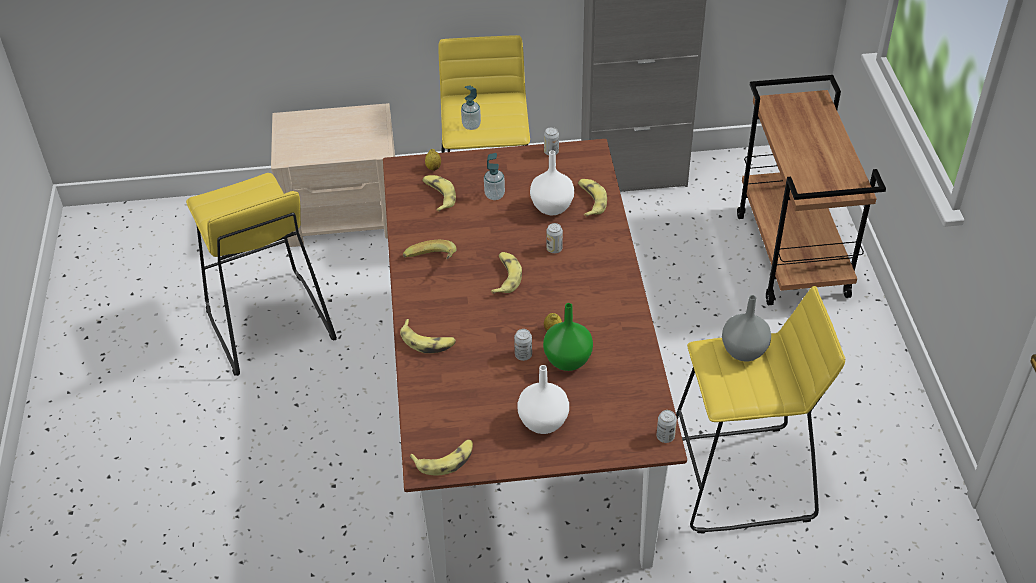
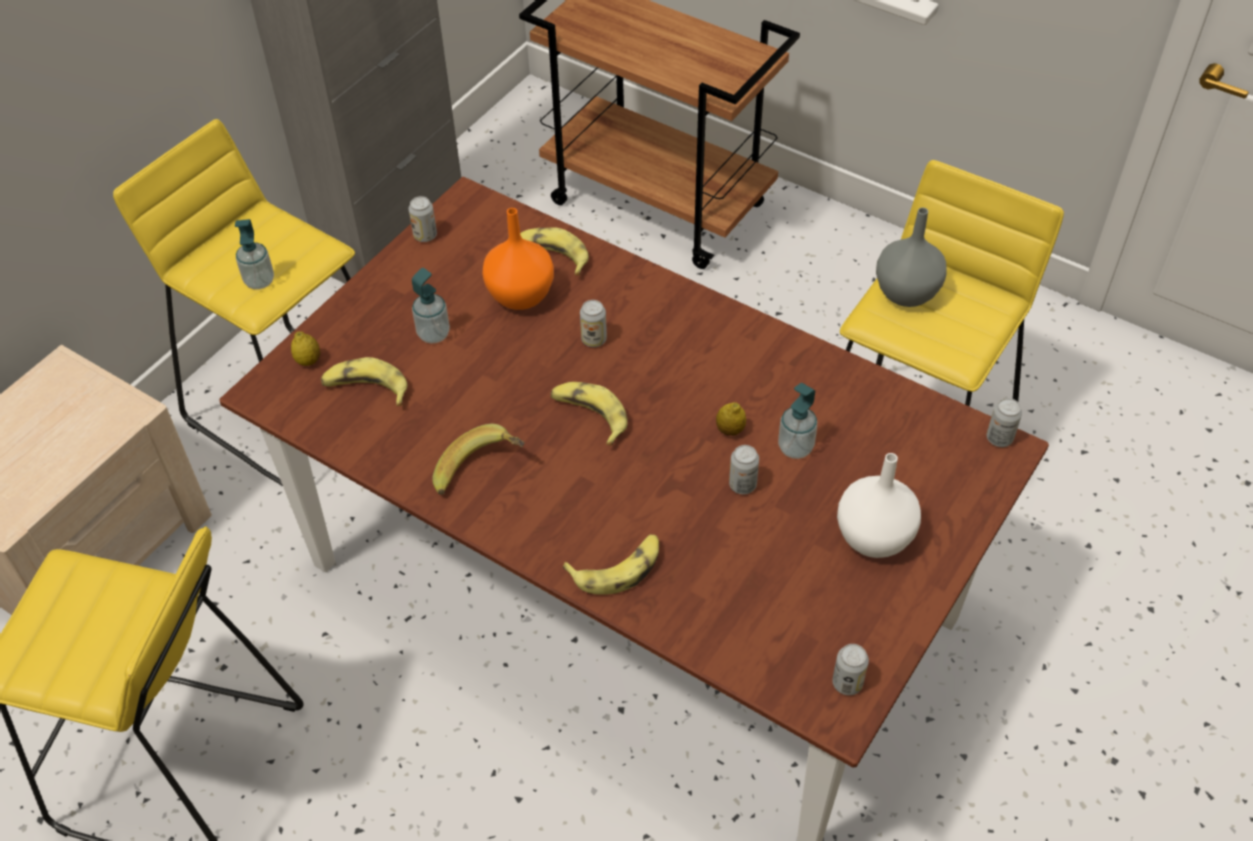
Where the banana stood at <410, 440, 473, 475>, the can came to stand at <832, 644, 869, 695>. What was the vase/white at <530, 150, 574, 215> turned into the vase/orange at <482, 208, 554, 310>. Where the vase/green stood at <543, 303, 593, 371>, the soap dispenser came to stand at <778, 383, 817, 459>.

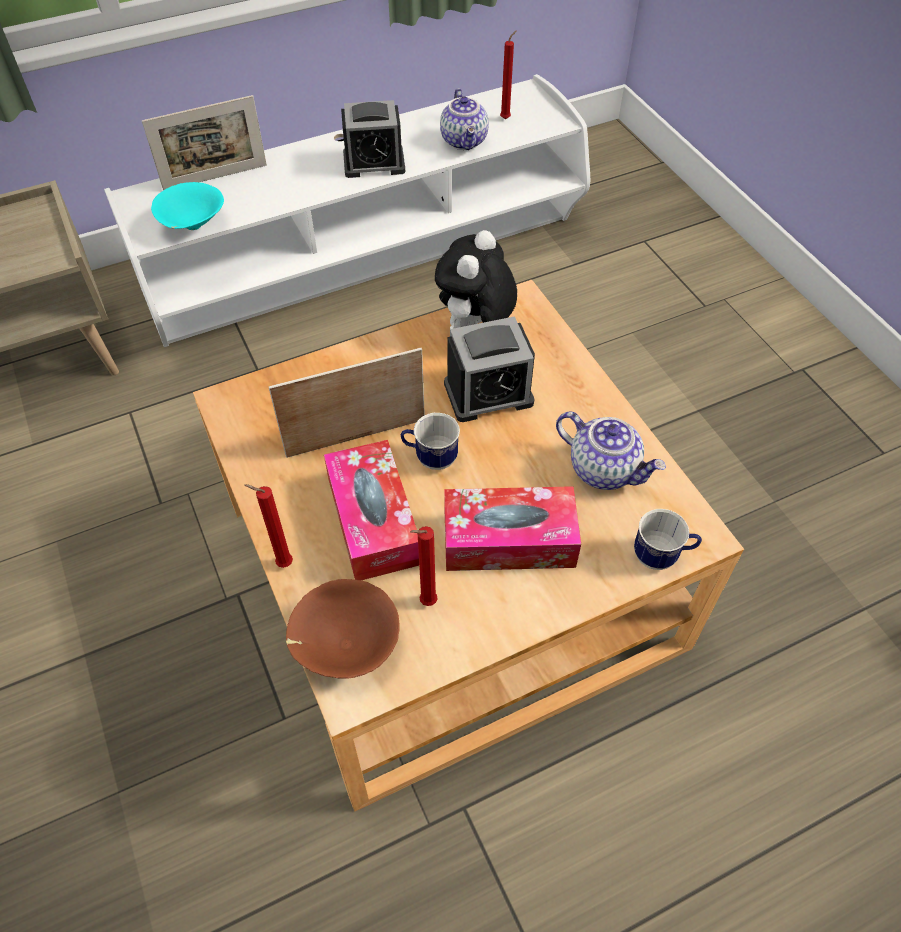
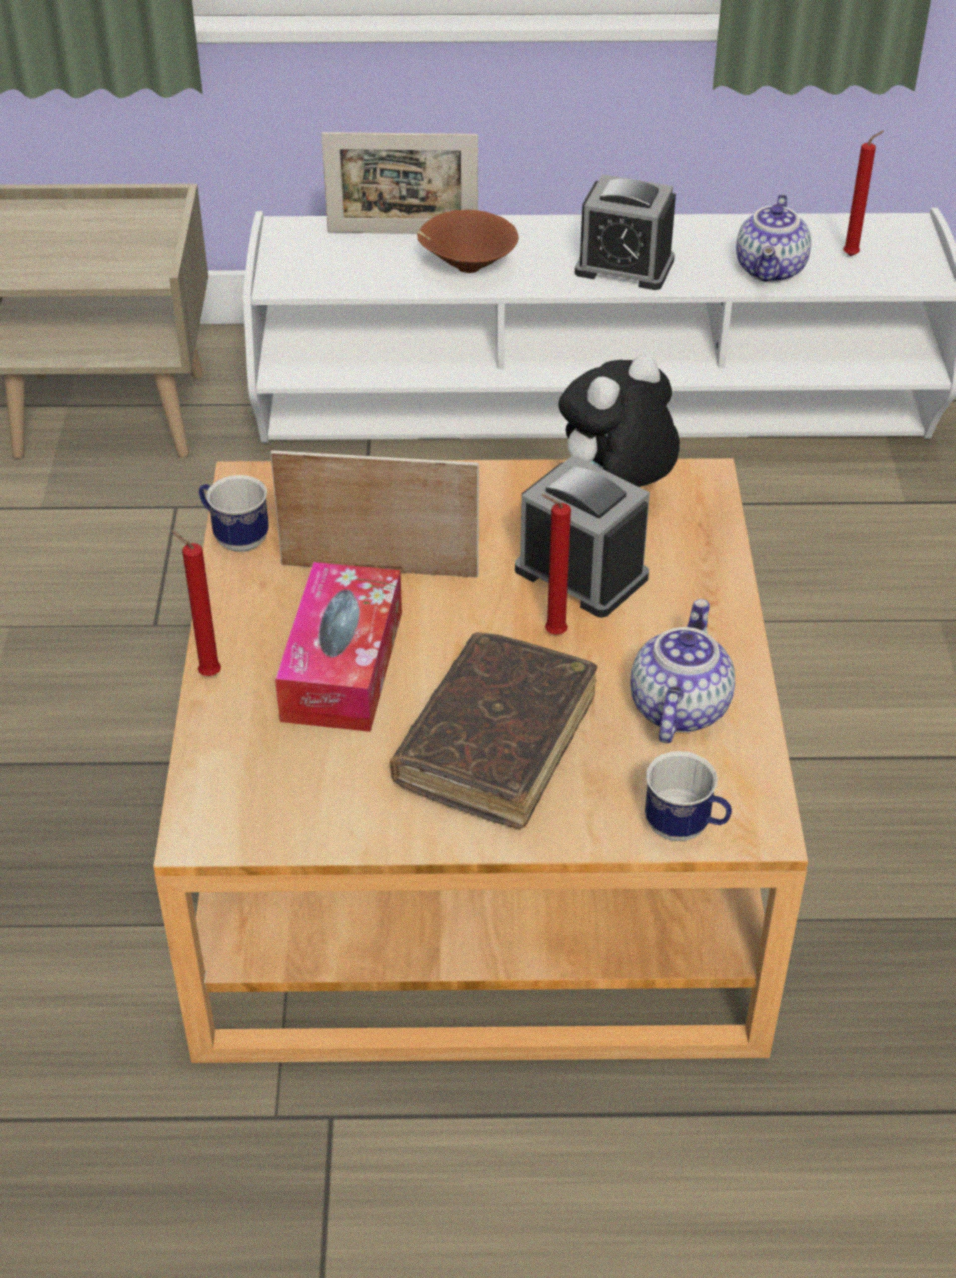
The second view lost the bowl/turquoise at <151, 182, 224, 230>. The bowl/brown ended up elsewhere, having gone from <286, 579, 400, 679> to <417, 210, 518, 273>. The mug ended up elsewhere, having gone from <401, 413, 460, 470> to <199, 475, 269, 552>. The candle/red ended up elsewhere, having gone from <410, 526, 438, 606> to <542, 494, 571, 635>. The alarm clock at <444, 316, 535, 422> ended up facing another way, 150 degrees counterclockwise from before. Where the tissue box stood at <444, 486, 581, 571>, the book/brown came to stand at <390, 632, 598, 829>. The teapot at <556, 412, 666, 490> ended up facing another way, 135 degrees counterclockwise from before.

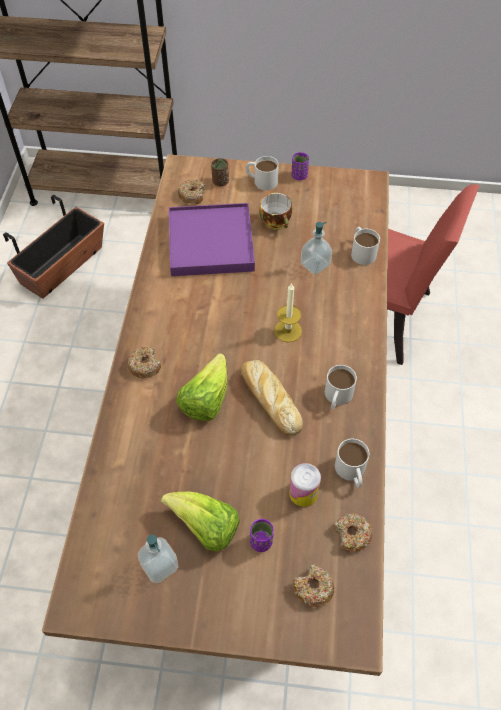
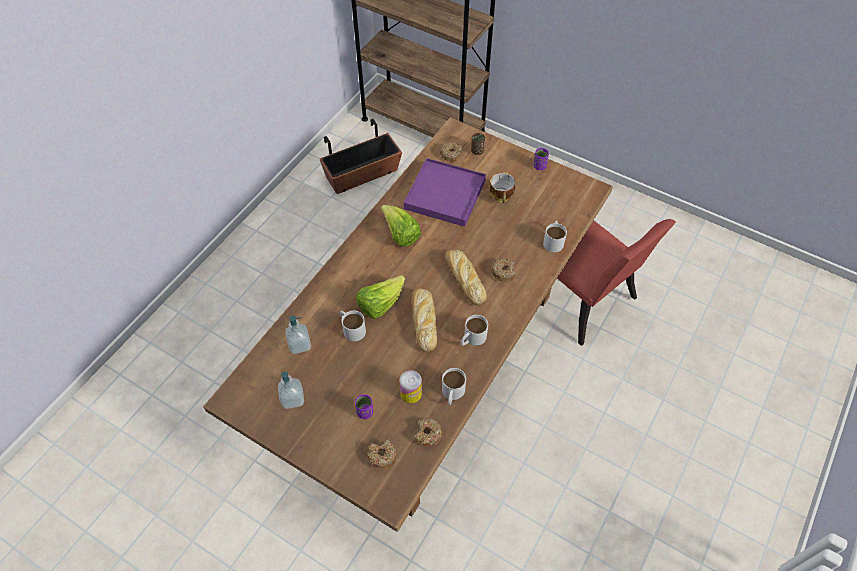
The donut ended up elsewhere, having gone from <127, 346, 161, 379> to <491, 258, 515, 281>. The lettuce ended up elsewhere, having gone from <161, 491, 240, 551> to <381, 205, 421, 247>. The mug/white ended up elsewhere, having gone from <246, 156, 279, 190> to <340, 311, 366, 341>. Where the candle stood at <274, 283, 302, 342>, the bread came to stand at <445, 250, 487, 305>. The soap dispenser ended up elsewhere, having gone from <301, 222, 332, 274> to <285, 316, 311, 354>.

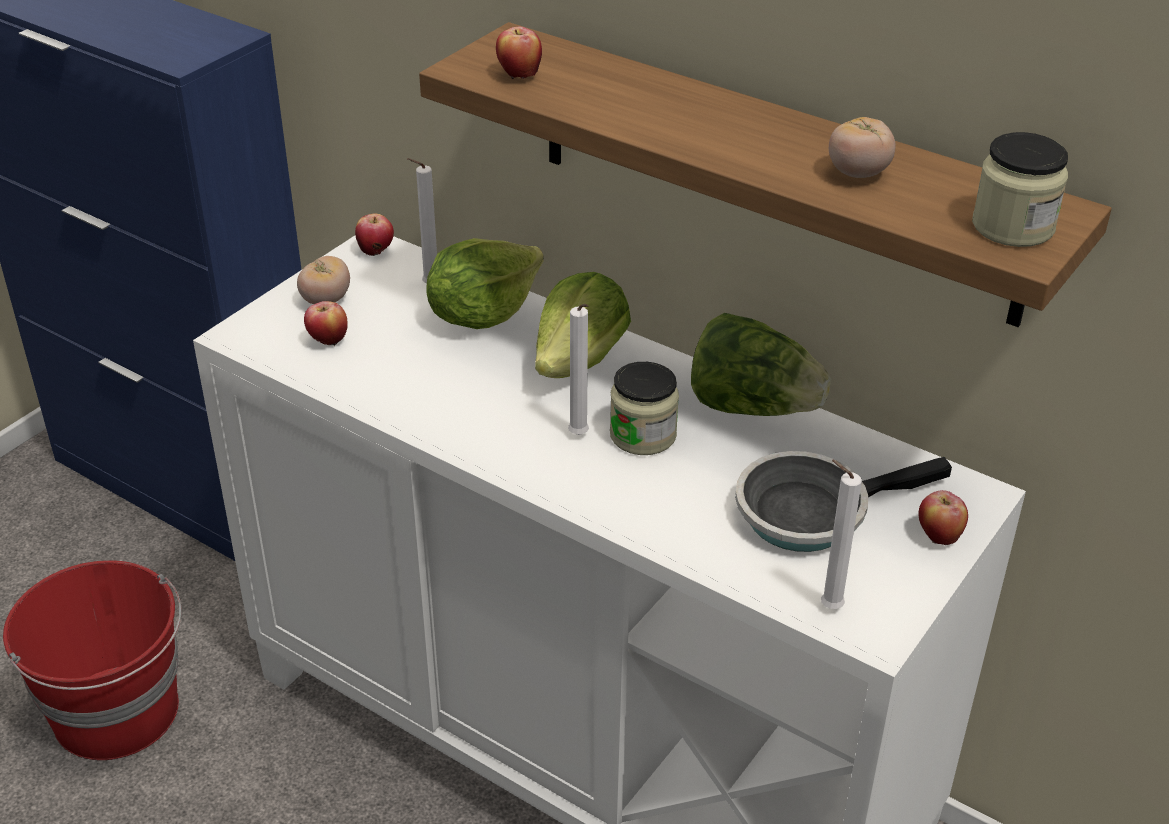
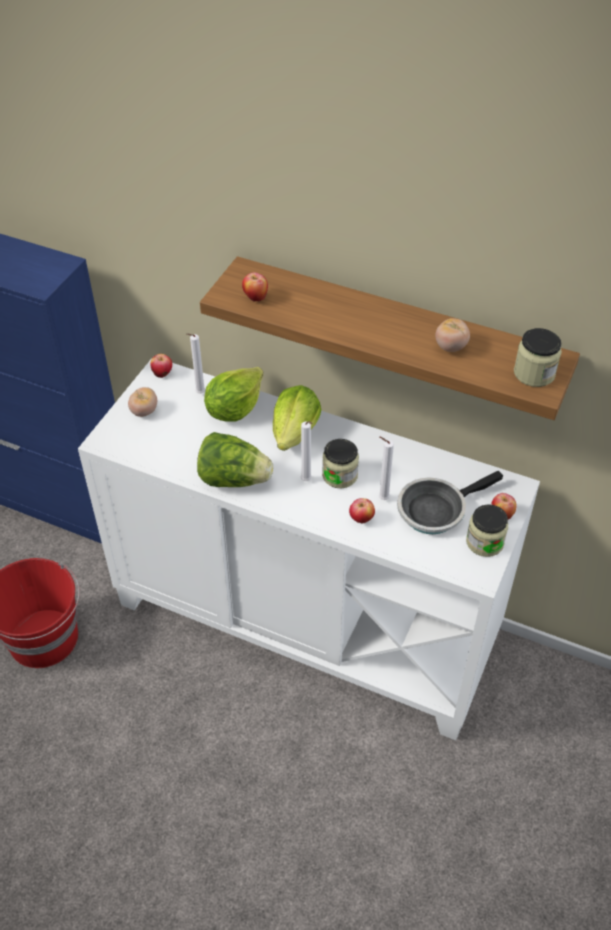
The apple ended up elsewhere, having gone from <304, 301, 348, 345> to <349, 498, 375, 523>. The lettuce ended up elsewhere, having gone from <691, 313, 831, 416> to <197, 432, 273, 487>. The candle/white ended up elsewhere, having gone from <821, 460, 862, 609> to <379, 437, 394, 500>. The second view gained the jar at <466, 504, 508, 557>.

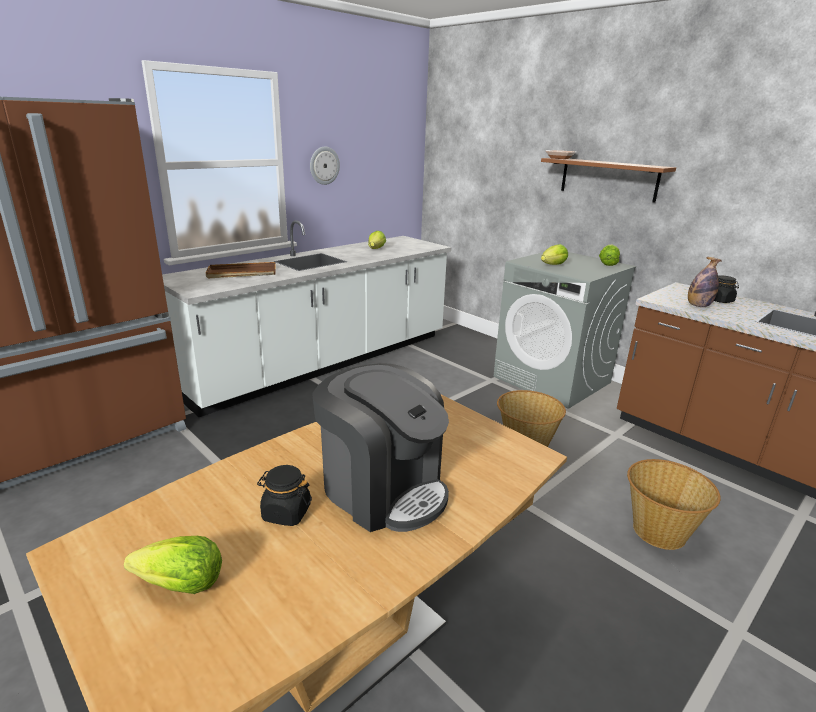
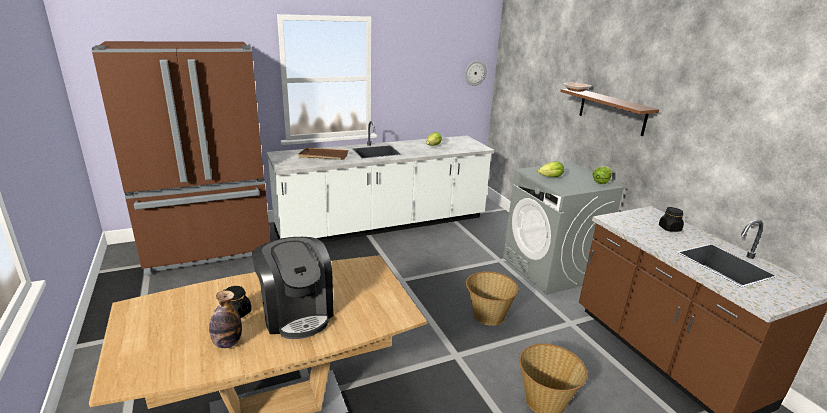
The second view lost the lettuce at <124, 536, 222, 594>. The wall clock ended up elsewhere, having gone from <310, 147, 340, 185> to <464, 60, 487, 86>. The bottle ended up elsewhere, having gone from <688, 257, 722, 307> to <209, 290, 242, 348>.

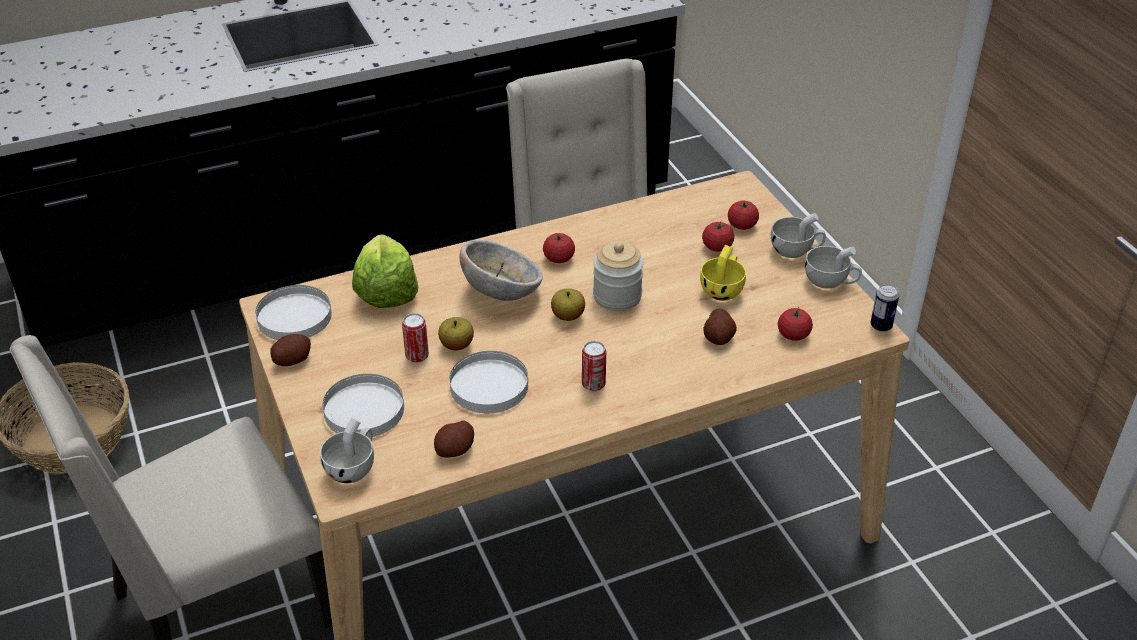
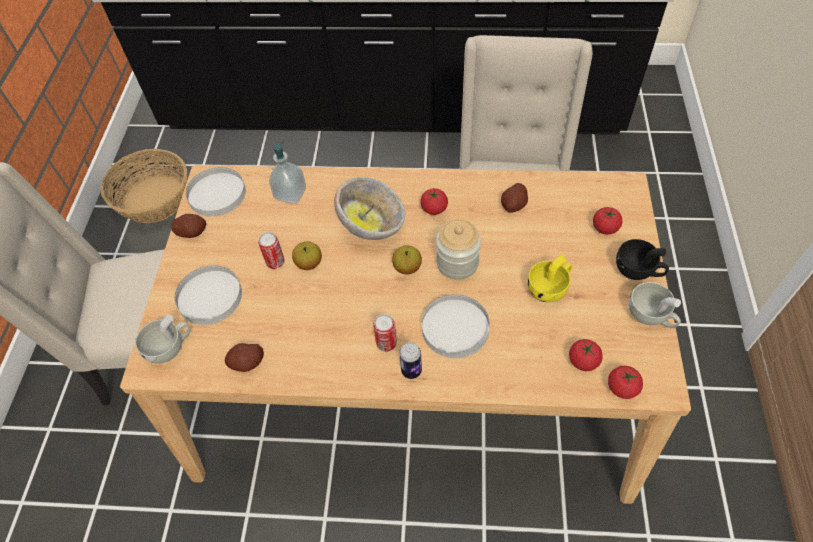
Where the lettuce stood at <352, 235, 418, 308>, the soap dispenser came to stand at <269, 141, 306, 204>. The plate/white ended up elsewhere, having gone from <449, 351, 528, 413> to <422, 294, 490, 358>. The tomato ended up elsewhere, having gone from <702, 221, 734, 252> to <608, 366, 643, 399>. The potato ended up elsewhere, having gone from <704, 308, 737, 345> to <501, 183, 528, 213>. What was the cup/white at <771, 213, 826, 258> turned into the cup/black at <616, 239, 669, 280>. The can ended up elsewhere, having gone from <870, 284, 899, 332> to <399, 342, 422, 379>.

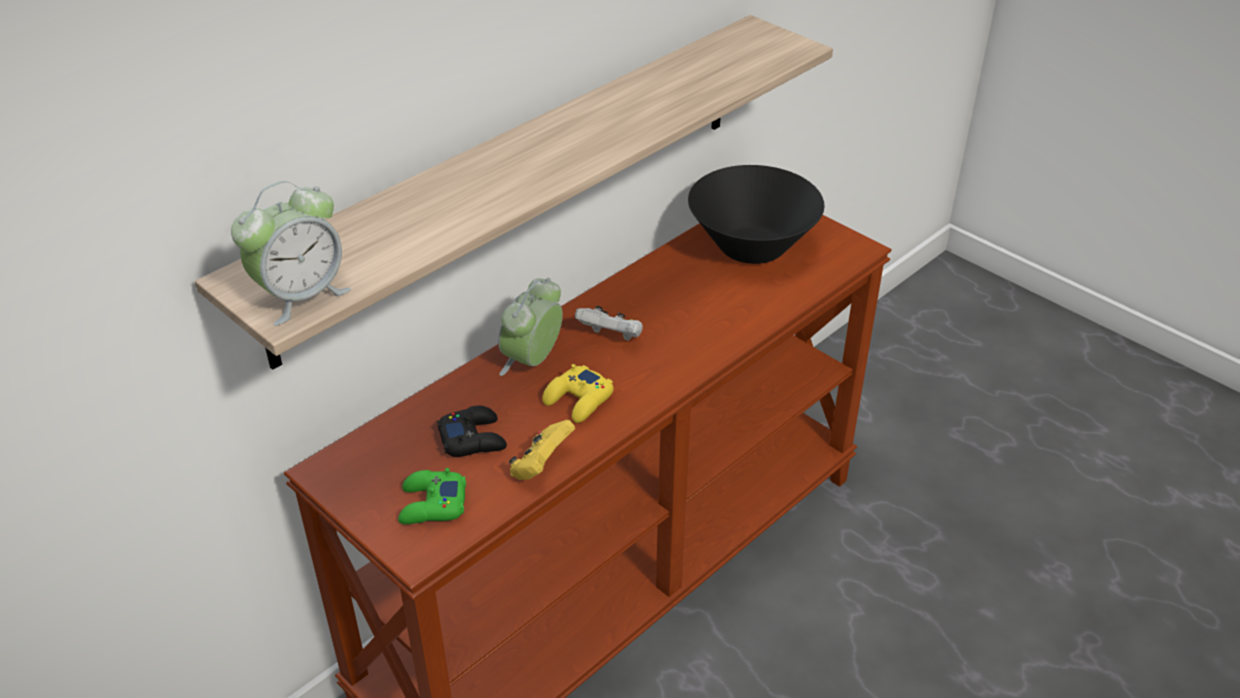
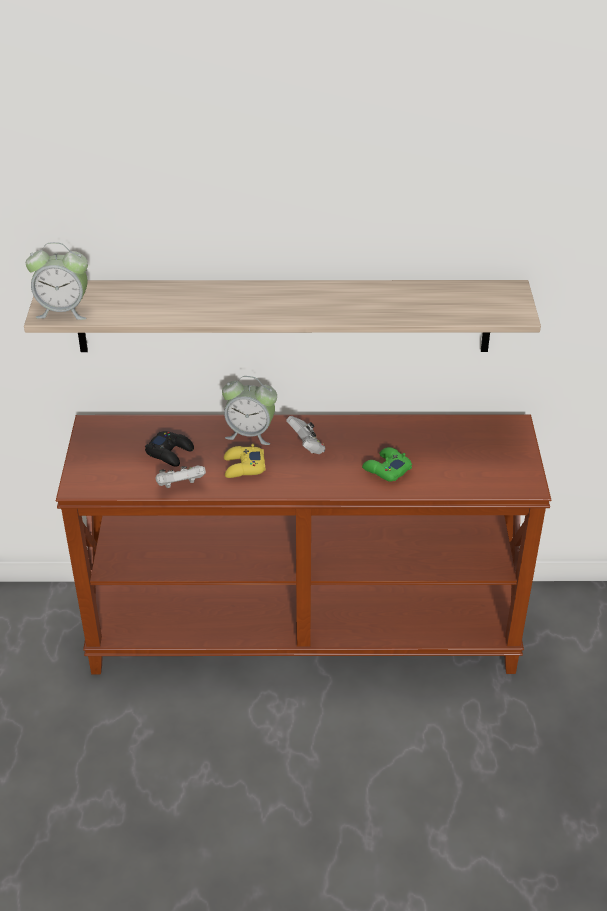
The game controller/green ended up elsewhere, having gone from <398, 468, 466, 524> to <362, 447, 412, 482>. The alarm clock at <498, 278, 563, 376> ended up facing another way, 150 degrees counterclockwise from before. What was the game controller/yellow at <509, 420, 575, 480> turned into the game controller/white at <156, 465, 206, 488>. The second view lost the bowl/black at <688, 165, 824, 264>.

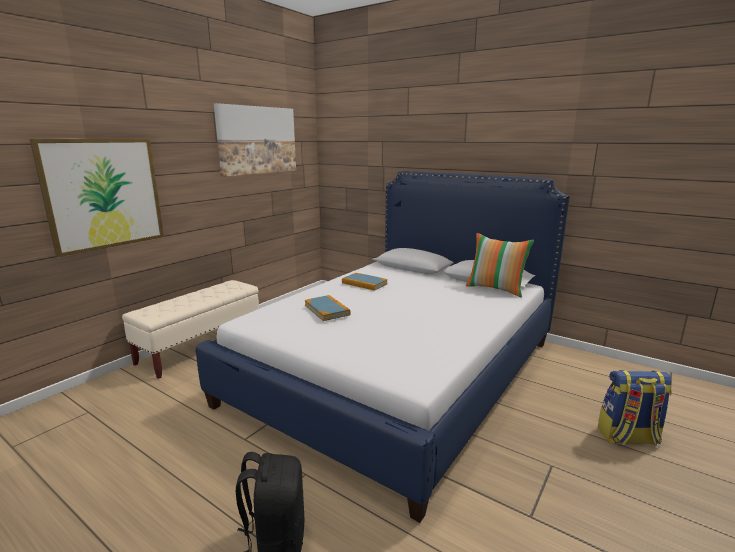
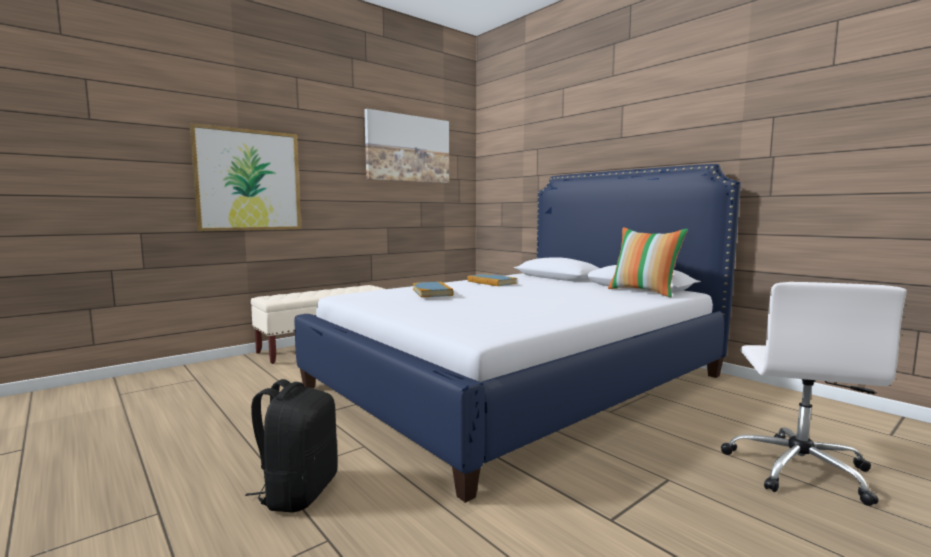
Where the backpack stood at <598, 370, 672, 446>, the office chair/white came to stand at <721, 282, 907, 506>.

